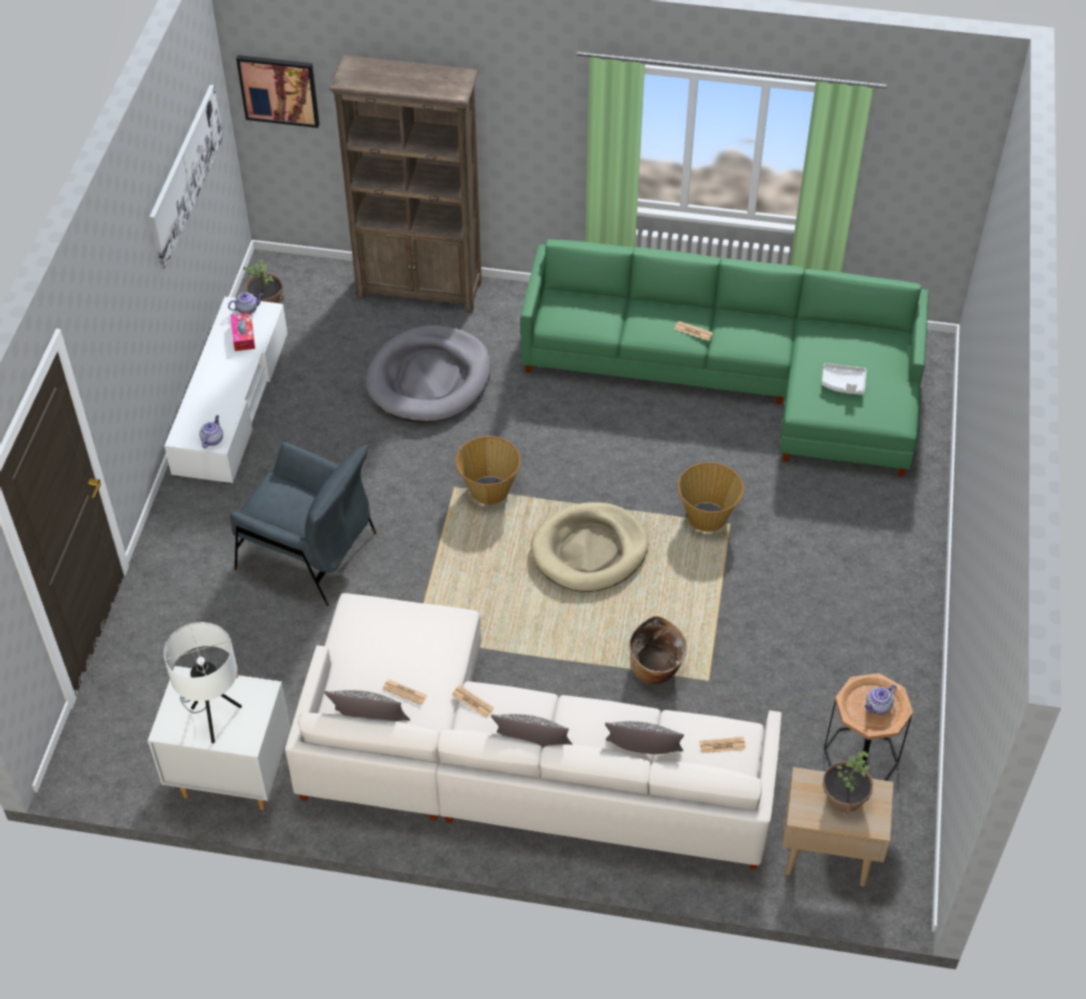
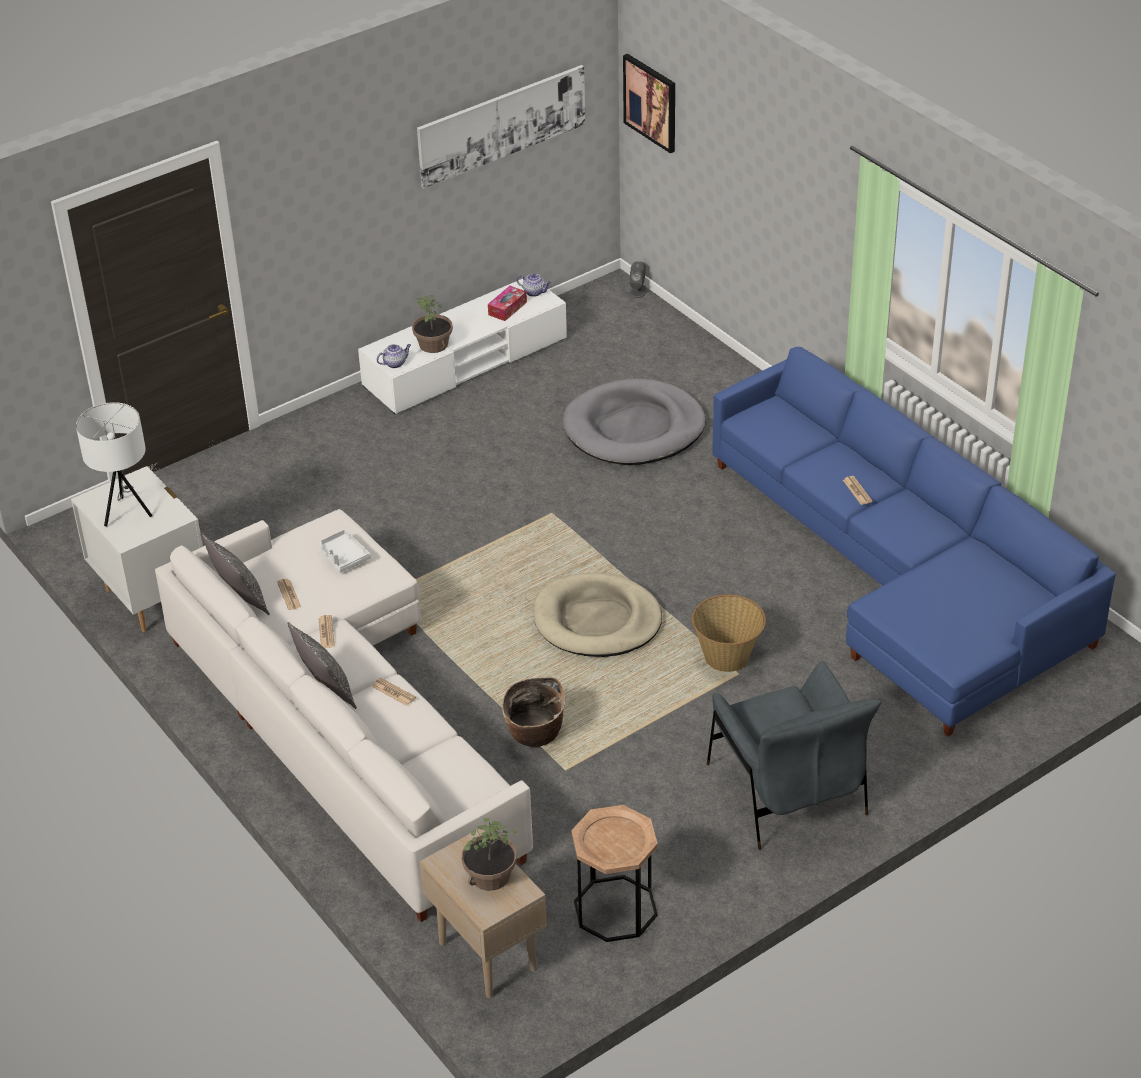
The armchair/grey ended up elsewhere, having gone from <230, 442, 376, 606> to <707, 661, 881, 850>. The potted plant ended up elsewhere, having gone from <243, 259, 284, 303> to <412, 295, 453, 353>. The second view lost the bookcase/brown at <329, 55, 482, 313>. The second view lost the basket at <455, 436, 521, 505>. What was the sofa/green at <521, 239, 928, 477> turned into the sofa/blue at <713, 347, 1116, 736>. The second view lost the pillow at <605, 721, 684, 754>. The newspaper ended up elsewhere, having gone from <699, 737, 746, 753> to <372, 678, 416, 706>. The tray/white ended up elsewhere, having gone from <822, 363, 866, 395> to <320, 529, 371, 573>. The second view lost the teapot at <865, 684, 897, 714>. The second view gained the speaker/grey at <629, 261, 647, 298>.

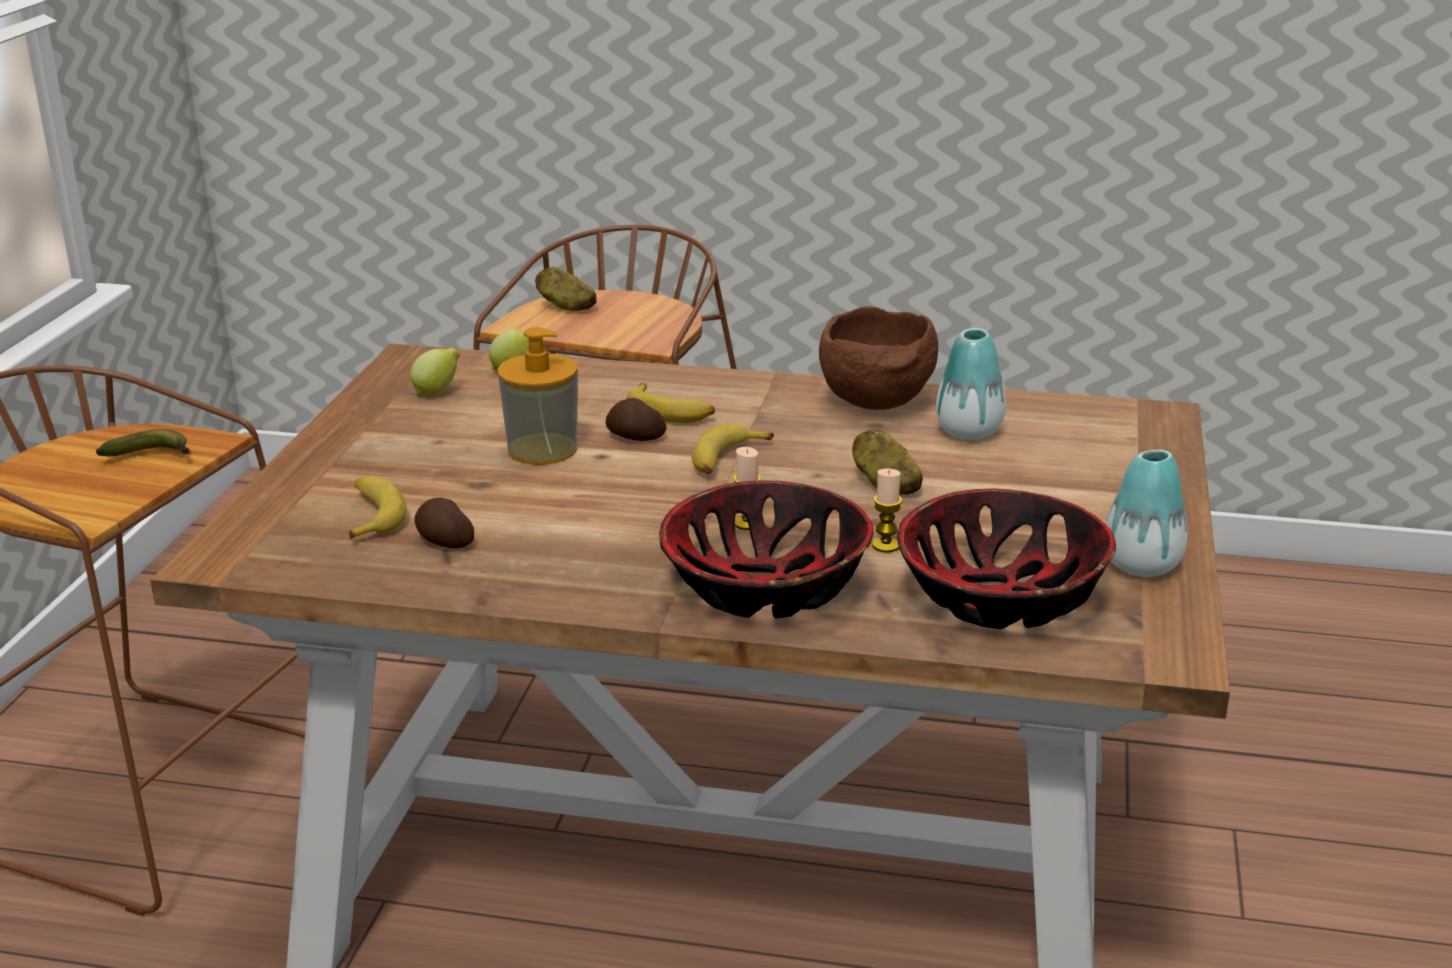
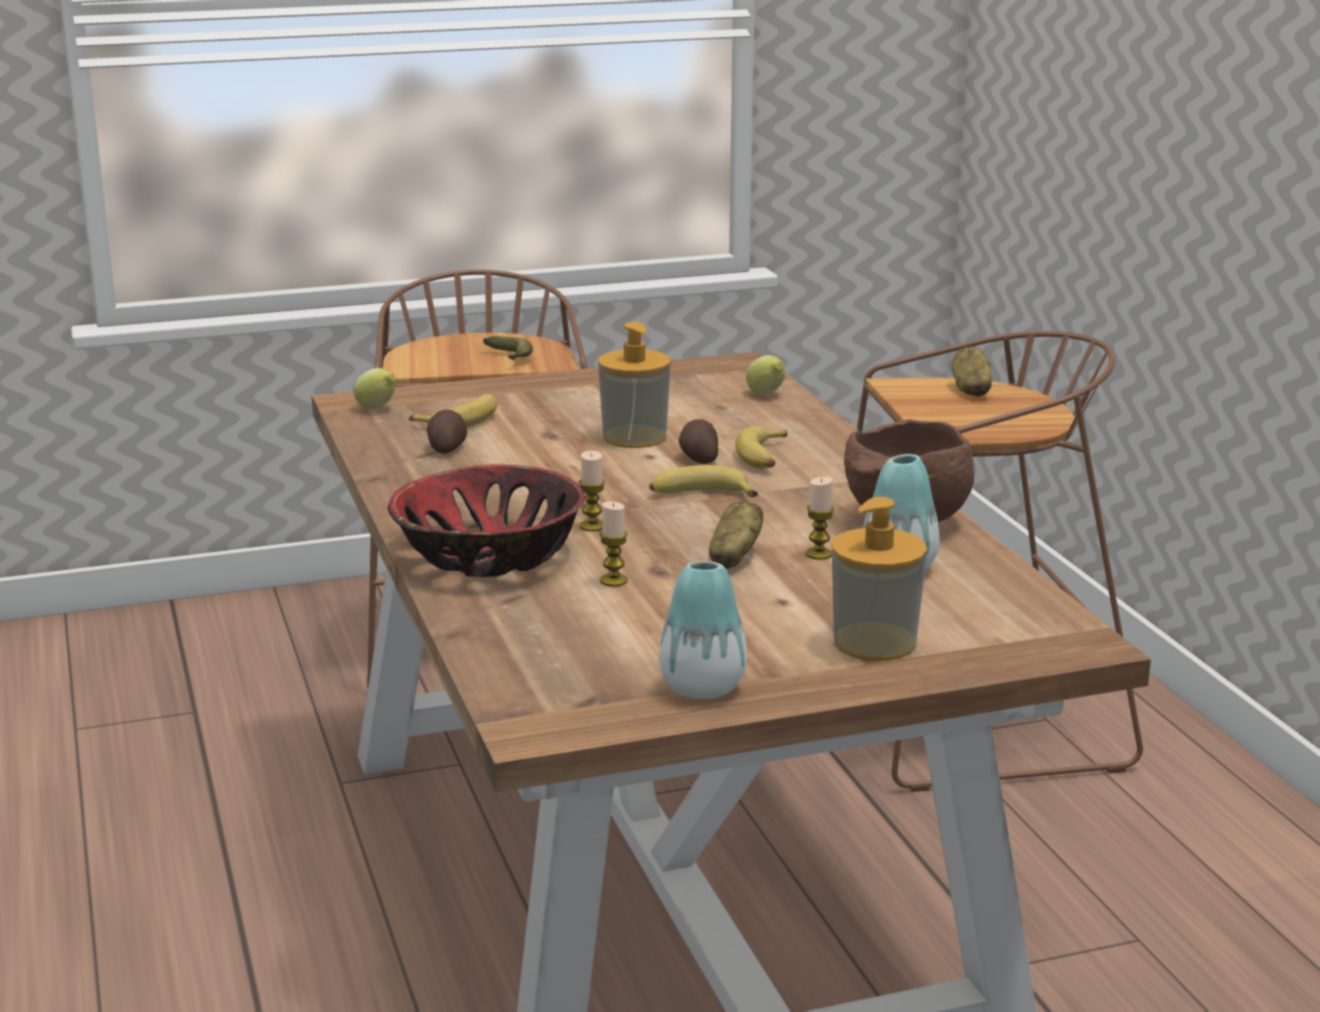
The lemon ended up elsewhere, having gone from <410, 348, 460, 395> to <353, 368, 396, 409>. The second view lost the bowl at <897, 488, 1116, 629>. The second view gained the candle at <806, 477, 834, 560>. The second view gained the soap dispenser at <832, 497, 927, 661>.

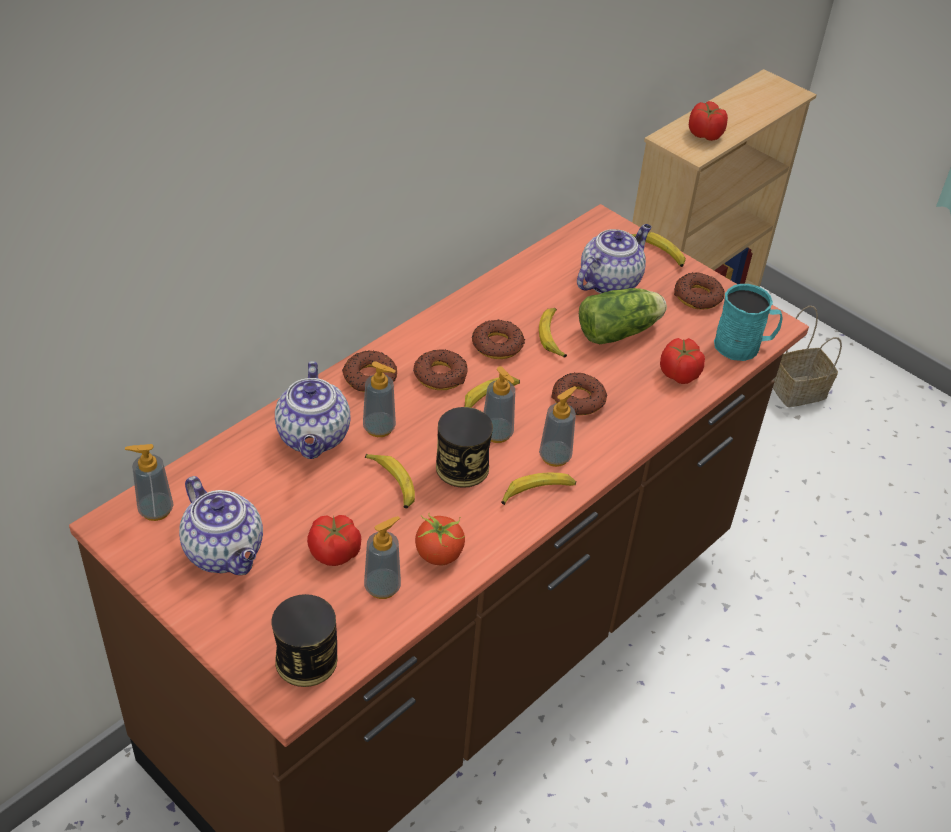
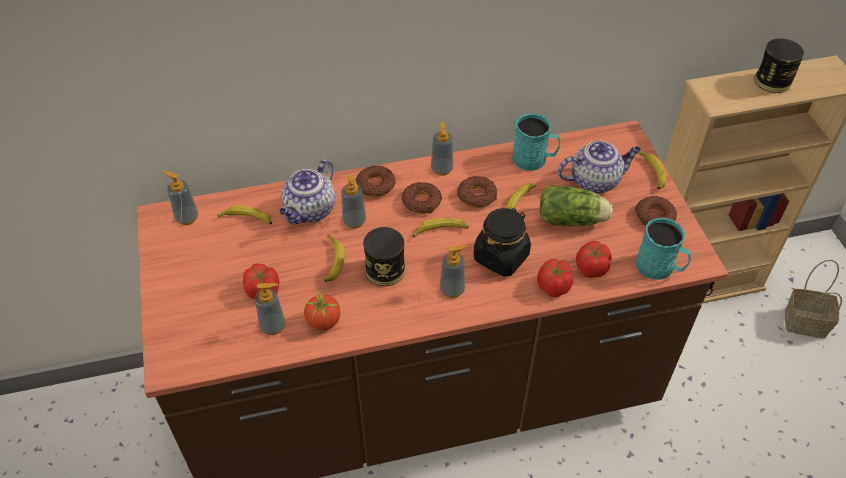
The second view lost the teapot at <179, 476, 263, 575>. The can ended up elsewhere, having gone from <271, 594, 337, 687> to <754, 39, 804, 93>. The soap dispenser ended up elsewhere, having gone from <484, 366, 515, 443> to <431, 122, 453, 176>. The banana ended up elsewhere, having gone from <501, 473, 576, 505> to <217, 205, 272, 225>. Where the donut stood at <551, 373, 607, 415>, the jar/black came to stand at <474, 208, 531, 277>. The tomato ended up elsewhere, having gone from <689, 101, 728, 141> to <537, 259, 574, 297>. The second view gained the mug/turquoise at <512, 113, 560, 171>.

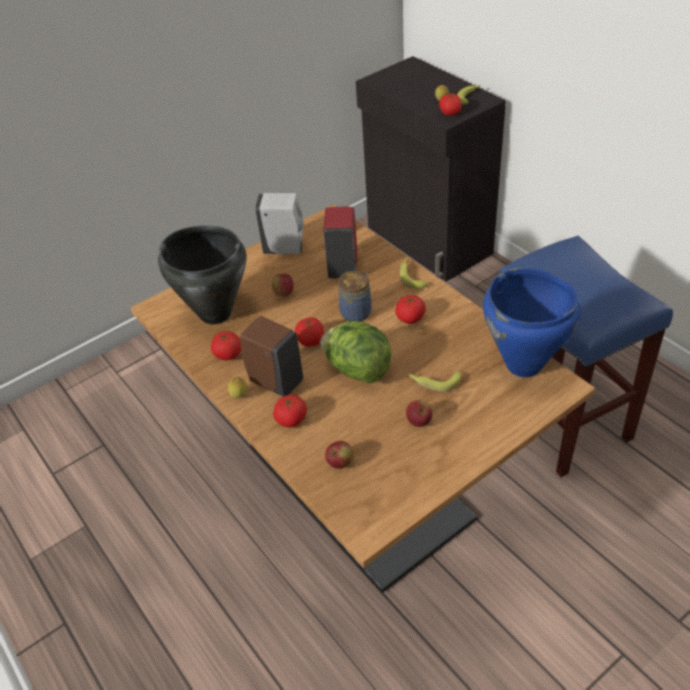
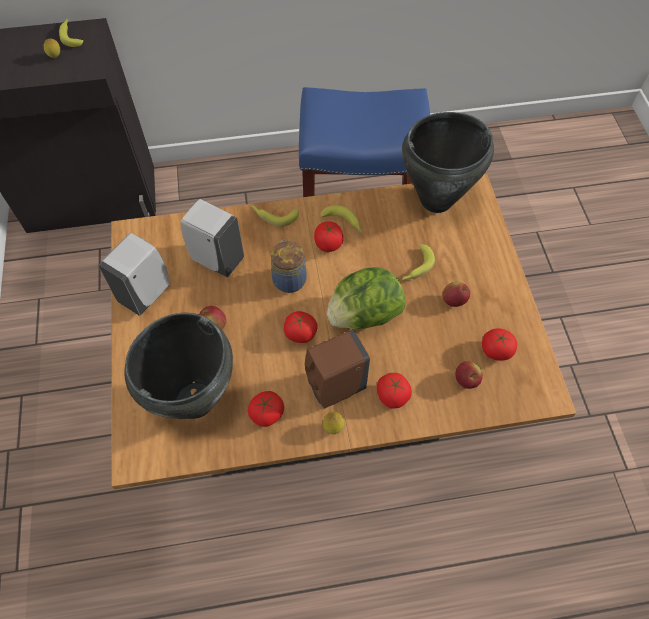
What was the soap dispenser/red at <323, 207, 357, 278> turned into the soap dispenser/white at <180, 199, 244, 277>. The tomato ended up elsewhere, having gone from <439, 93, 462, 116> to <482, 328, 517, 361>. What was the cooking pot/blue at <483, 268, 581, 377> turned into the cooking pot/black at <402, 112, 494, 213>. The second view gained the banana at <321, 205, 363, 233>.

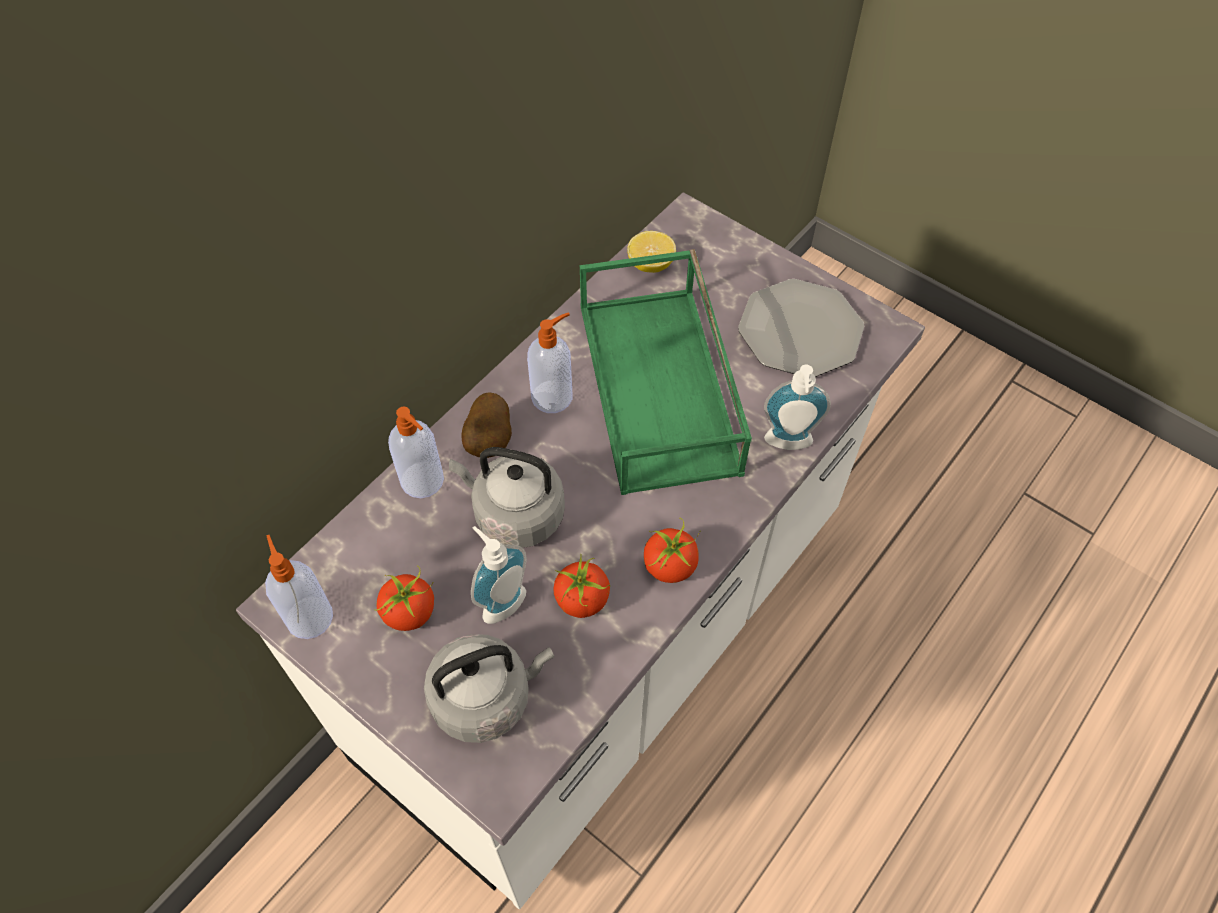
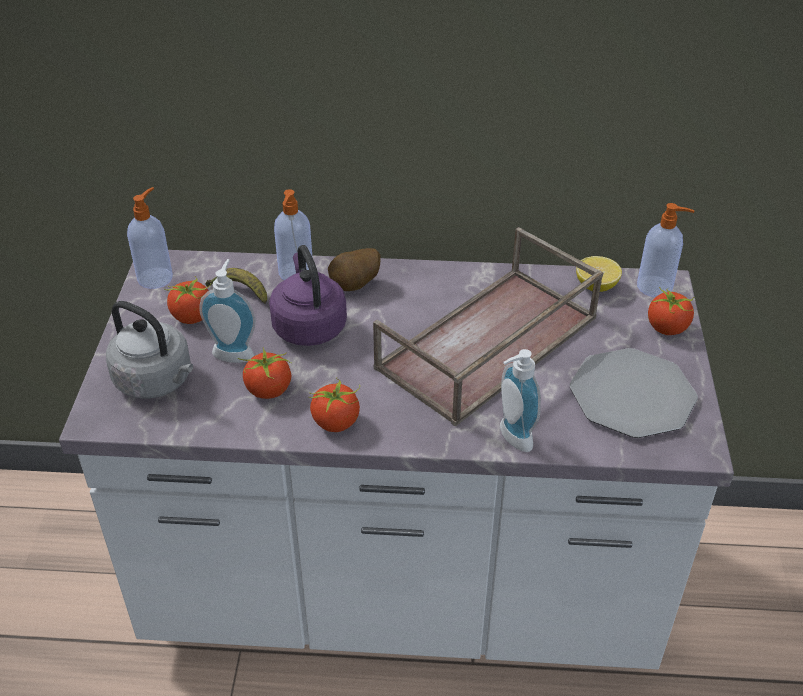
What was the kettle/grey at <449, 447, 565, 548> turned into the kettle/purple at <269, 245, 347, 346>. The soap dispenser ended up elsewhere, having gone from <527, 313, 572, 413> to <637, 203, 695, 297>. What was the tray/green at <580, 249, 752, 495> turned into the tray/brown at <373, 227, 603, 426>. The second view gained the banana at <205, 268, 267, 304>. The second view gained the tomato at <648, 287, 695, 335>.

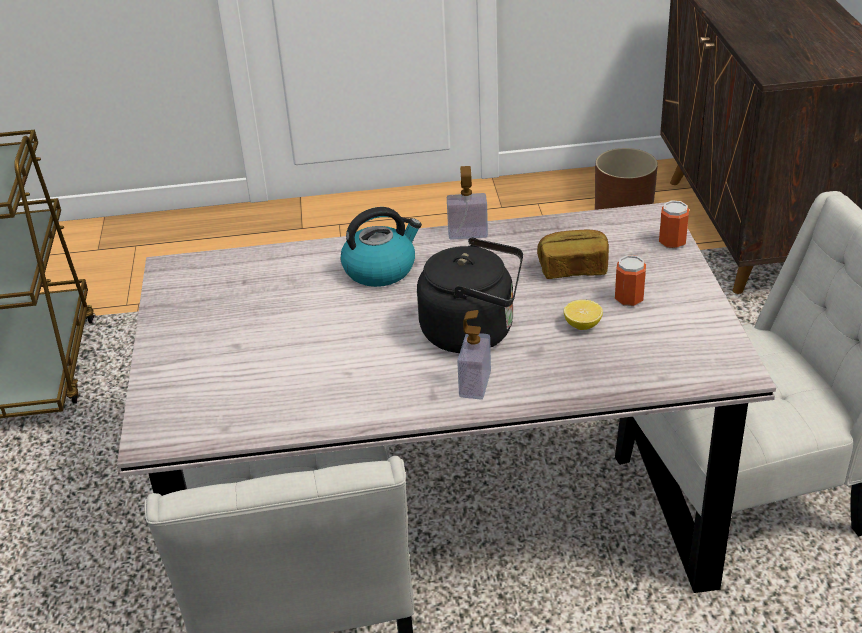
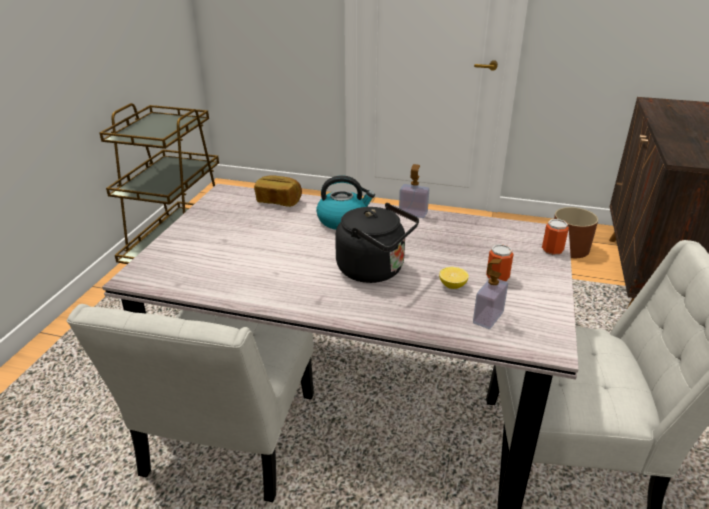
The soap dispenser ended up elsewhere, having gone from <457, 310, 491, 399> to <473, 259, 508, 329>. The bread ended up elsewhere, having gone from <537, 230, 609, 279> to <254, 175, 302, 207>.

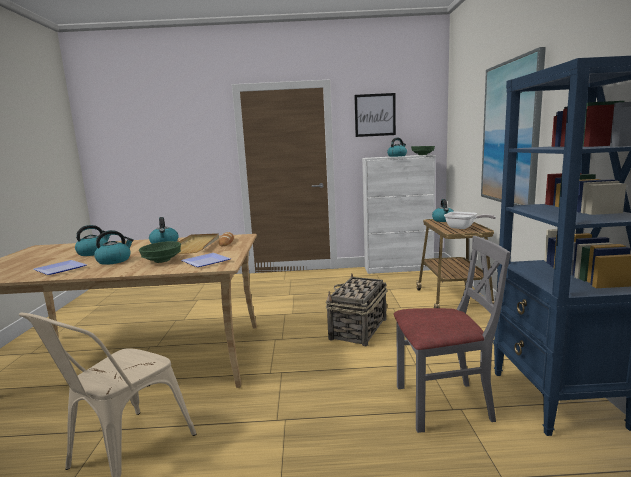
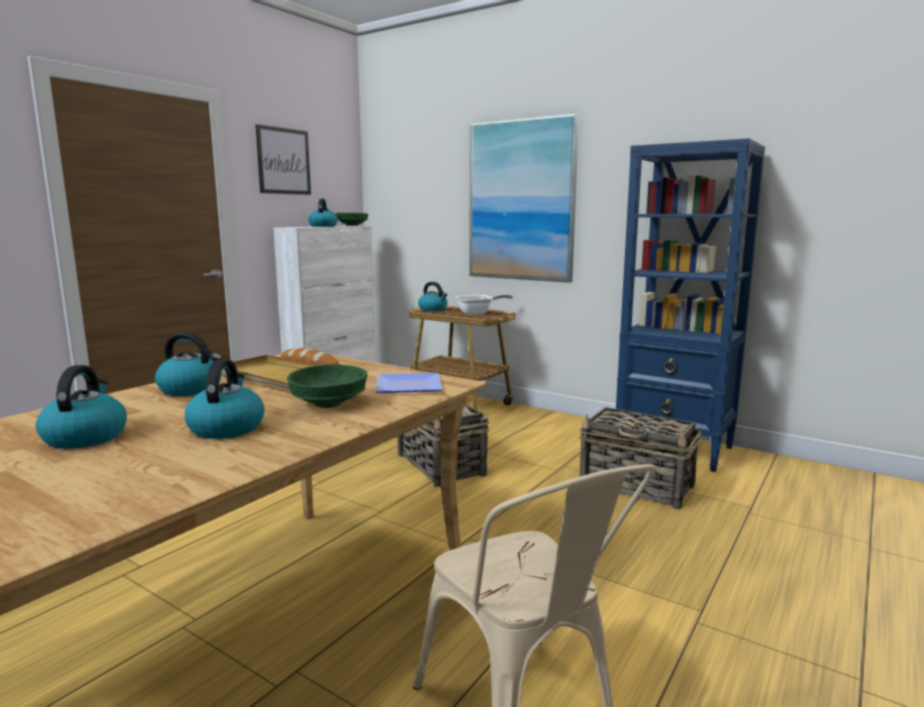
The second view lost the plate at <33, 260, 87, 275>. Where the chair/grey stood at <394, 236, 511, 433>, the basket came to stand at <579, 407, 701, 510>.

